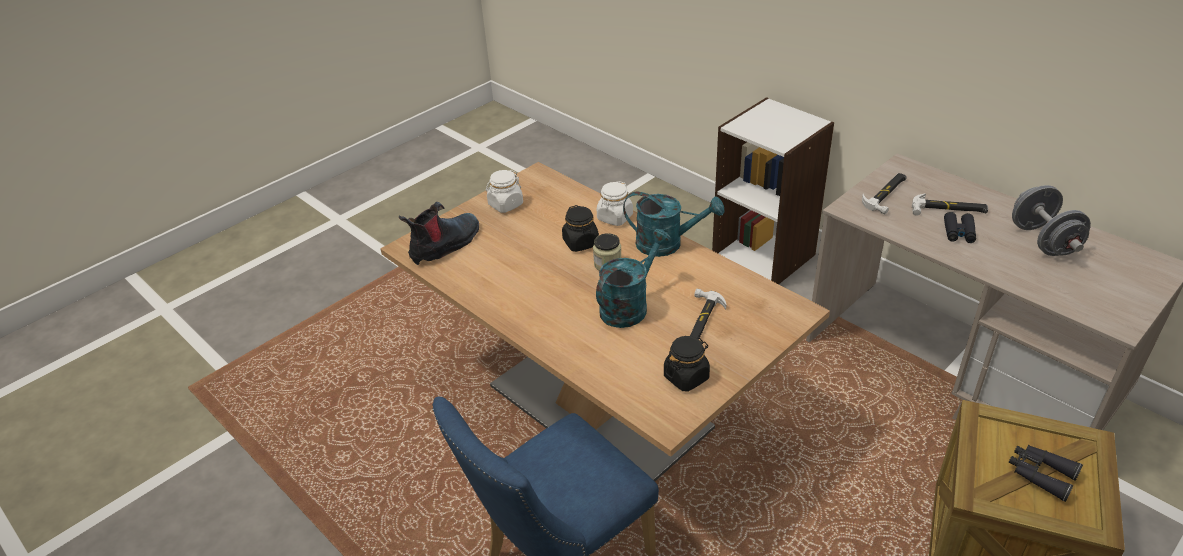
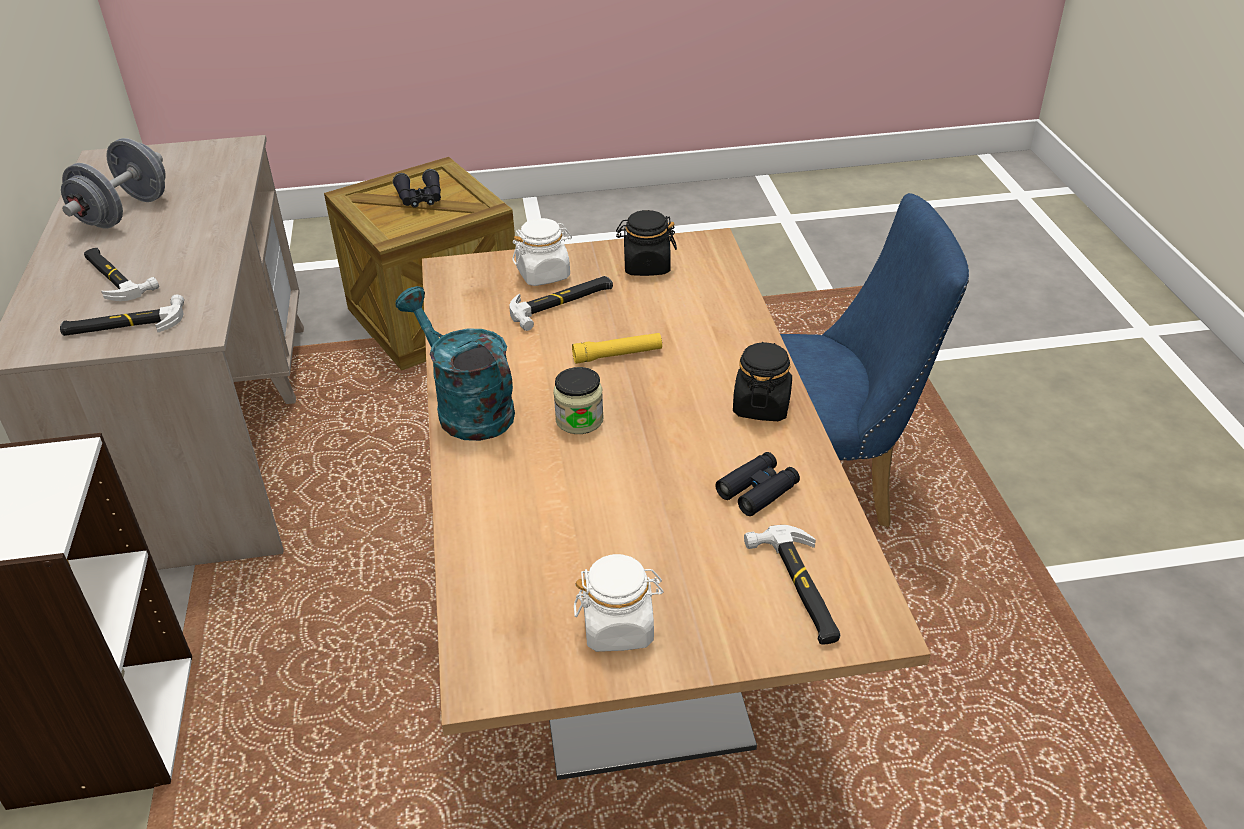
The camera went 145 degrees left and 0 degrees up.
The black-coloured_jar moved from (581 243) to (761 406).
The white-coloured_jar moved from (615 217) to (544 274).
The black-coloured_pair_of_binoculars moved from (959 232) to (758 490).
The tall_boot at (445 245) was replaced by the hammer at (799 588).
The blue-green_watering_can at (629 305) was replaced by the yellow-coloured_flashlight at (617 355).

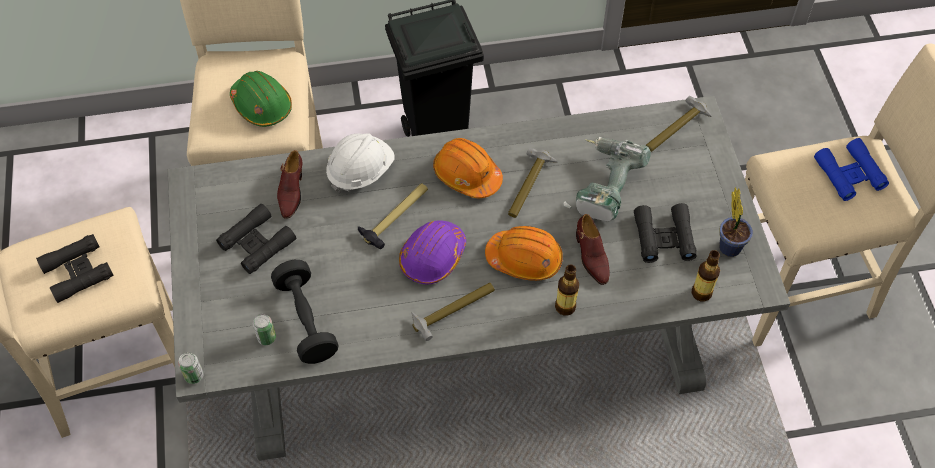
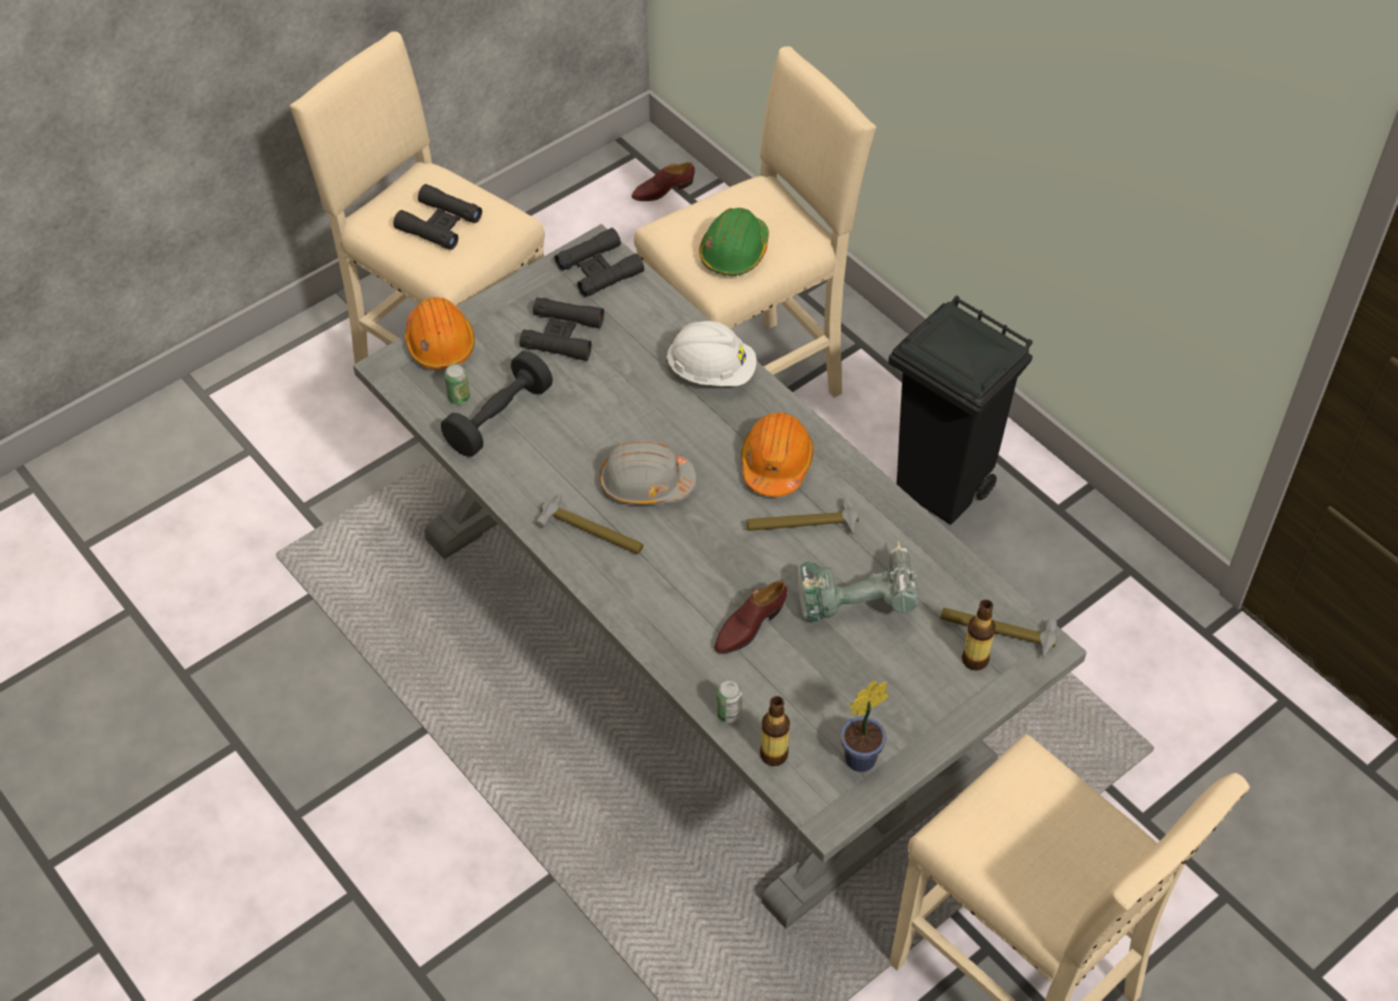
The camera went 60 degrees right and 5 degrees down.
The hammer at (395 216) disappeared.
The bluish_pair_of_binoculars at (849 174) disappeared.
The metal_can moved from (194 376) to (728 714).
The brownish_item_of_footwear moved from (291 191) to (663 190).
The orange_safety_helmet moved from (524 259) to (440 343).
The drink_bottle moved from (565 307) to (975 659).
The black-coloured_pair_of_binoculars moved from (664 237) to (599 269).
The purple_safety_helmet at (432 257) became the gray_safety_helmet at (646 484).

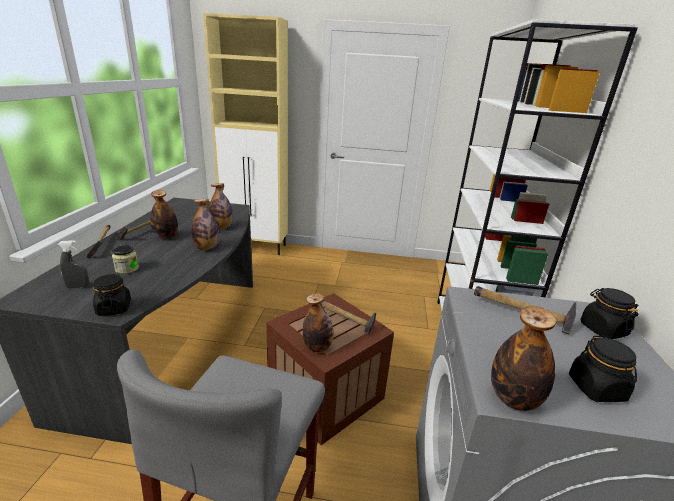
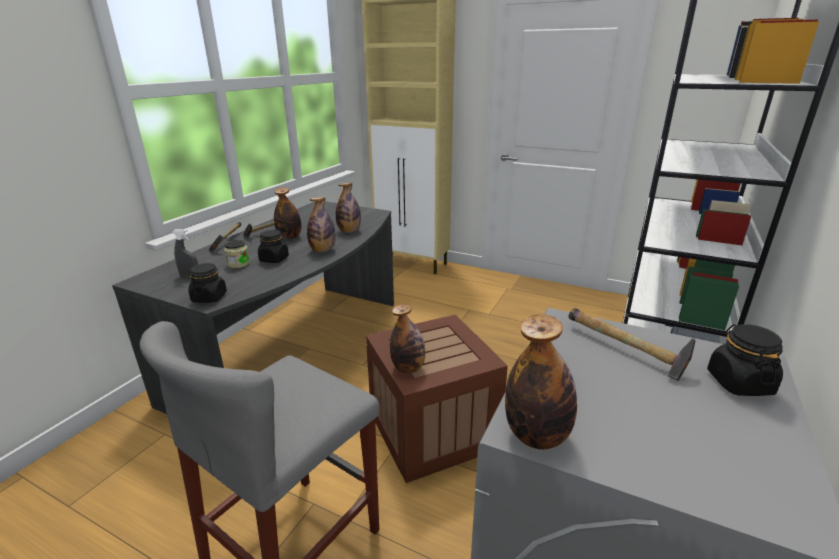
The camera went 20 degrees right and 0 degrees up.
The hammer at (346 320) disappeared.
The black-coloured_jar moved from (596 388) to (274 259).

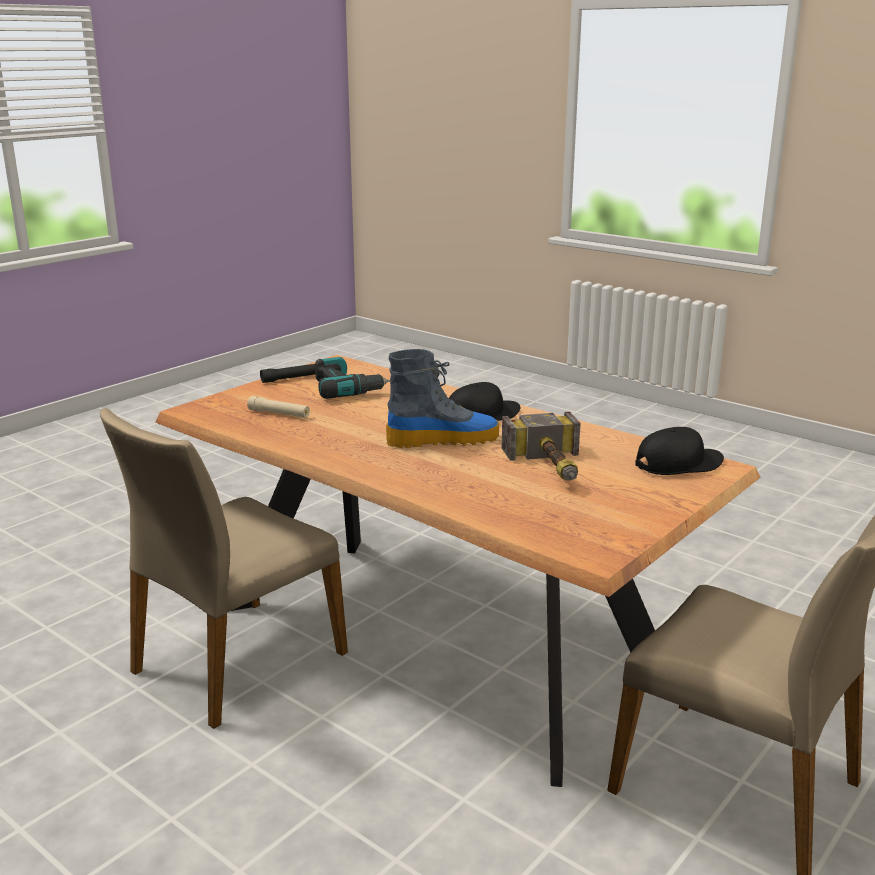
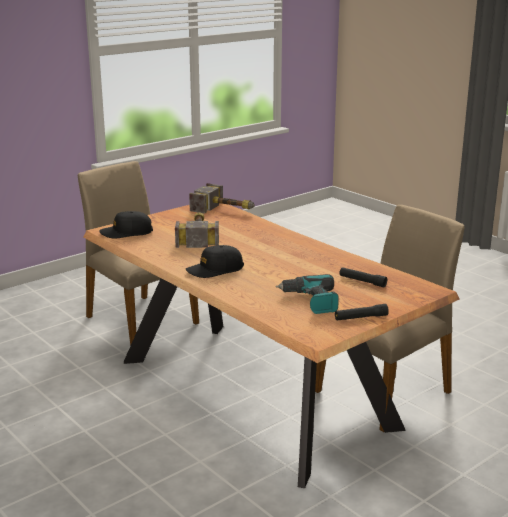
The camera went 170 degrees left and 0 degrees up.
The tall_boot at (443 440) disappeared.
The hammer at (226 210) appeared.
The beige_flashlight at (279 414) became the black-coloured_flashlight at (362 281).

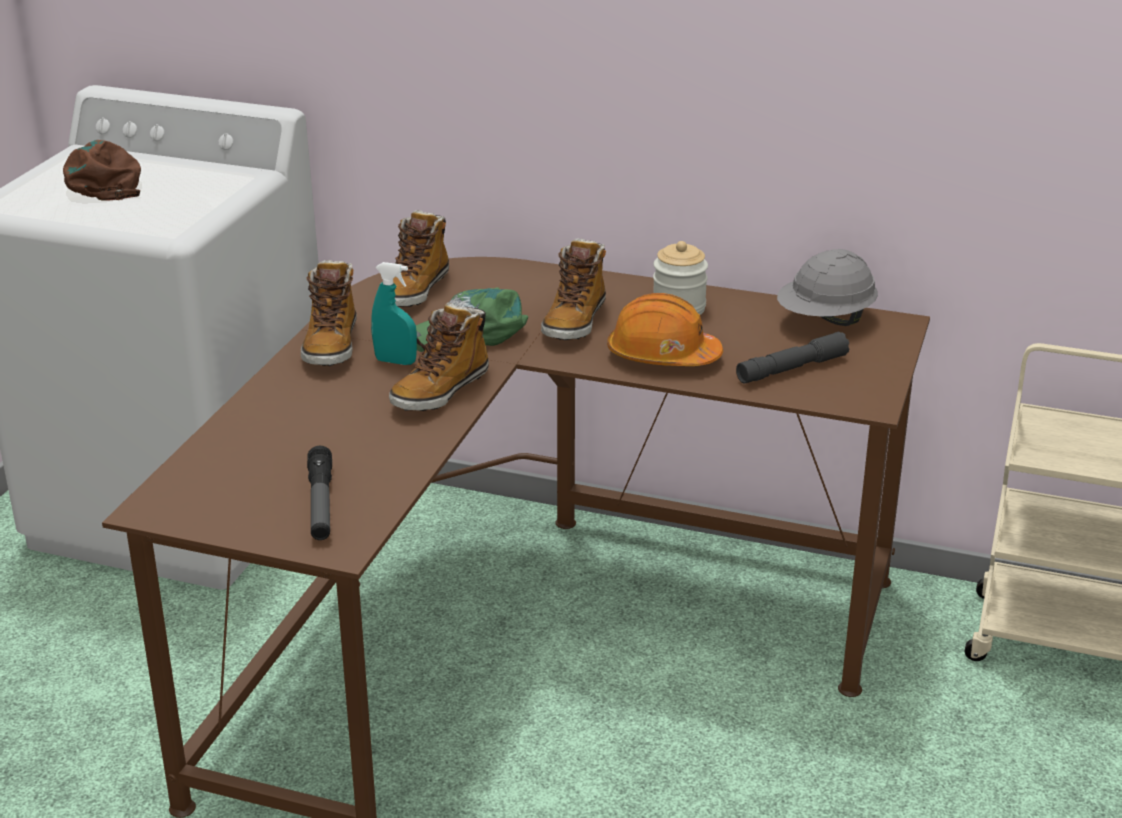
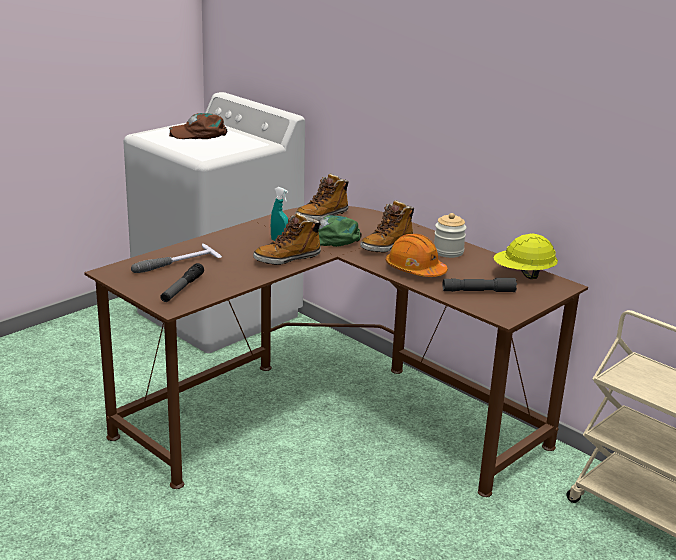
The camera went 25 degrees right and 5 degrees down.
The tall_boot at (331 345) disappeared.
The hammer at (173 263) appeared.
The gray_safety_helmet at (825 321) became the yellow-coloured_safety_helmet at (523 275).
The brownish_cap at (104 181) turned 105 degrees counterclockwise.

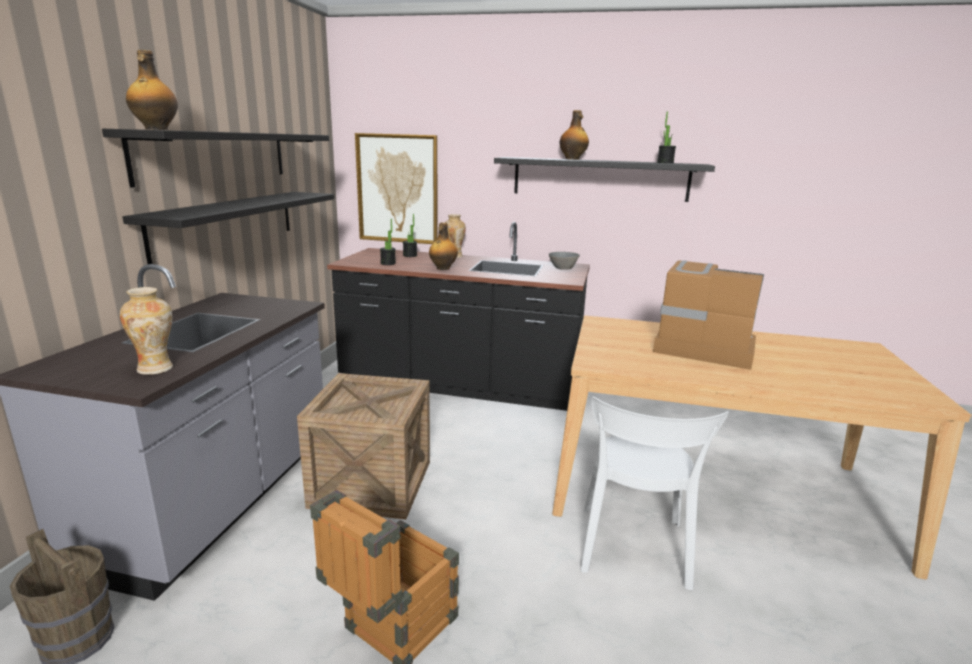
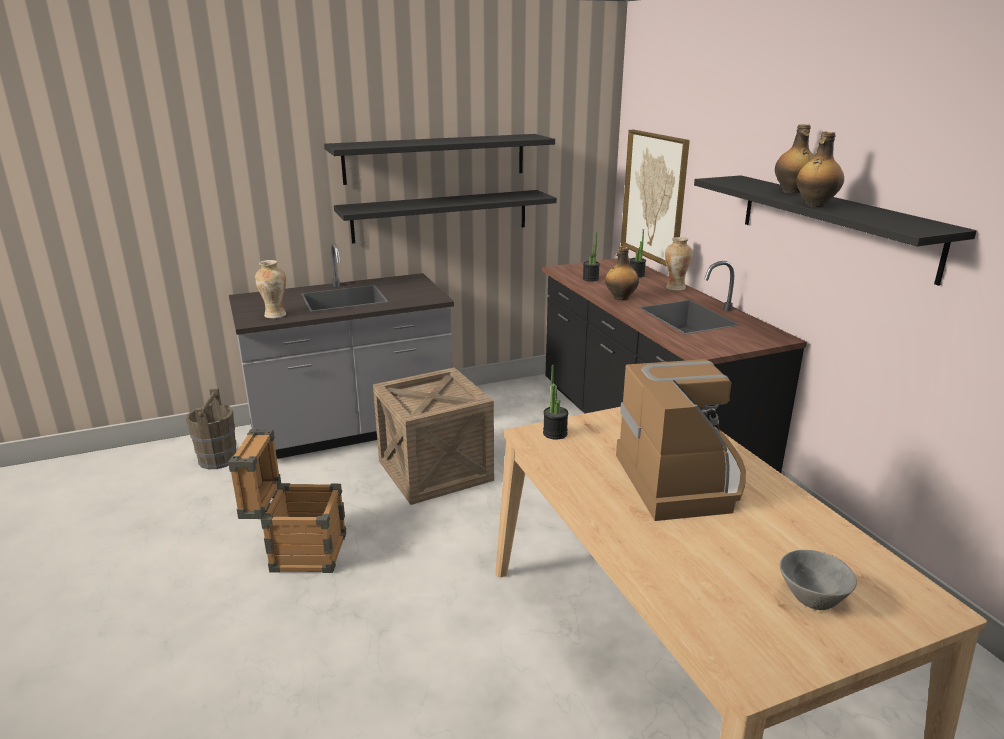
The camera went 55 degrees right and 5 degrees up.
The white-coloured_chair at (633 550) disappeared.
The drink_bottle moved from (156 129) to (815 205).
The gray_serving_bowl moved from (562 268) to (813 597).
The potted_plant moved from (665 162) to (555 433).

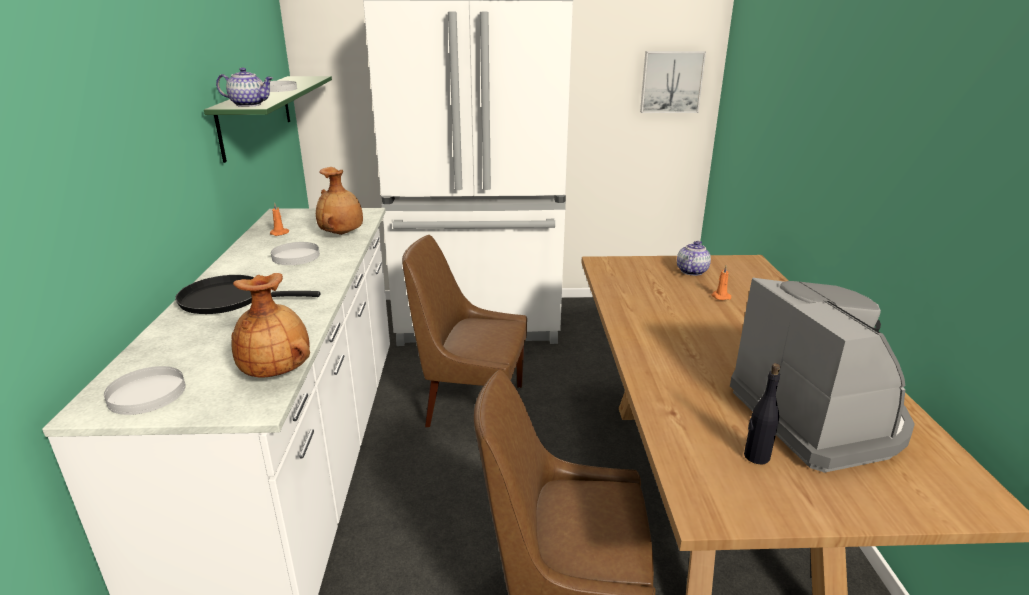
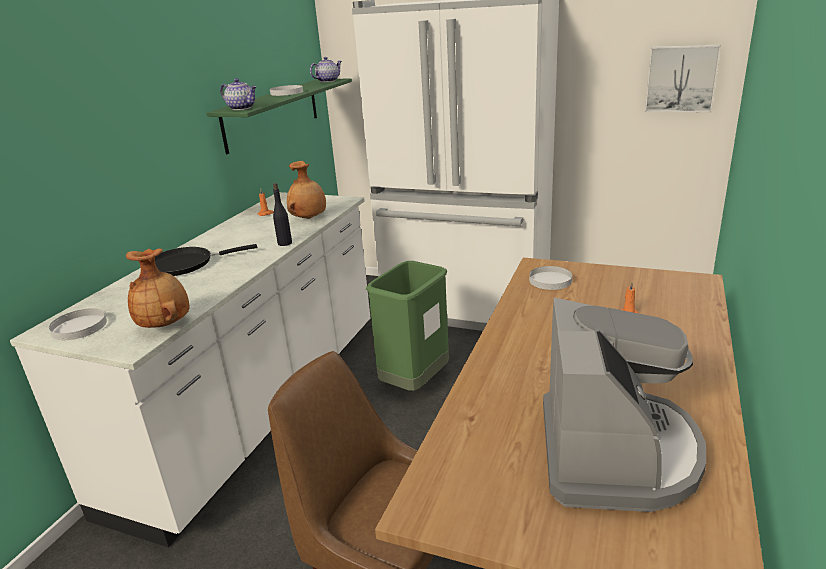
The camera went 25 degrees right and 0 degrees up.
The white-coloured_dinner_plate moved from (295 256) to (550 280).
The teapot moved from (691 271) to (327 81).
The black-coloured_drink_bottle moved from (756 456) to (284 243).
The brownish_chair at (471 405) was replaced by the green-coloured_waste_bin at (415 383).
The black-coloured_frying_pan at (229 299) turned 45 degrees counterclockwise.

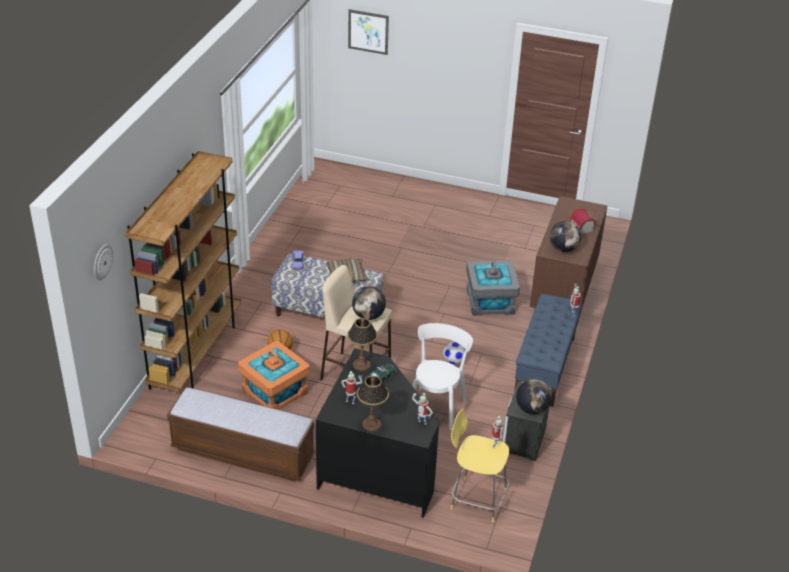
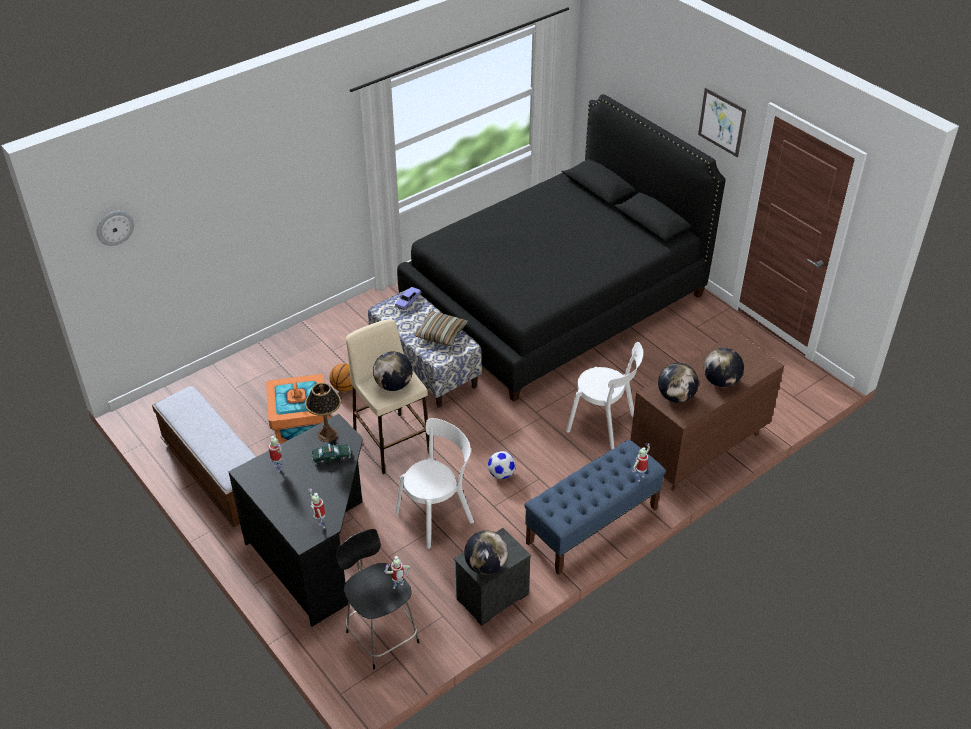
The camera went 35 degrees right and 5 degrees up.
The brownish_bookcase at (196 352) disappeared.
The table_lamp at (371 424) disappeared.
The black-coloured_sleeping_bed at (554 300) appeared.
The wall_art moved from (368 32) to (722 122).
The gray_storage_box at (490 301) was replaced by the white-coloured_chair at (604 424).
The toy_house at (580 229) was replaced by the world_globe at (720 381).
The yellow-coloured_stool at (476 499) became the black-coloured_stool at (381 635).

